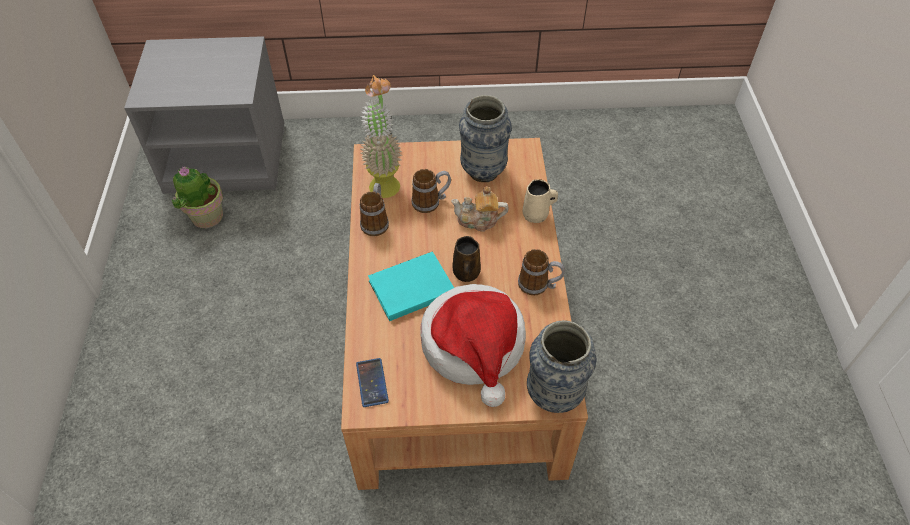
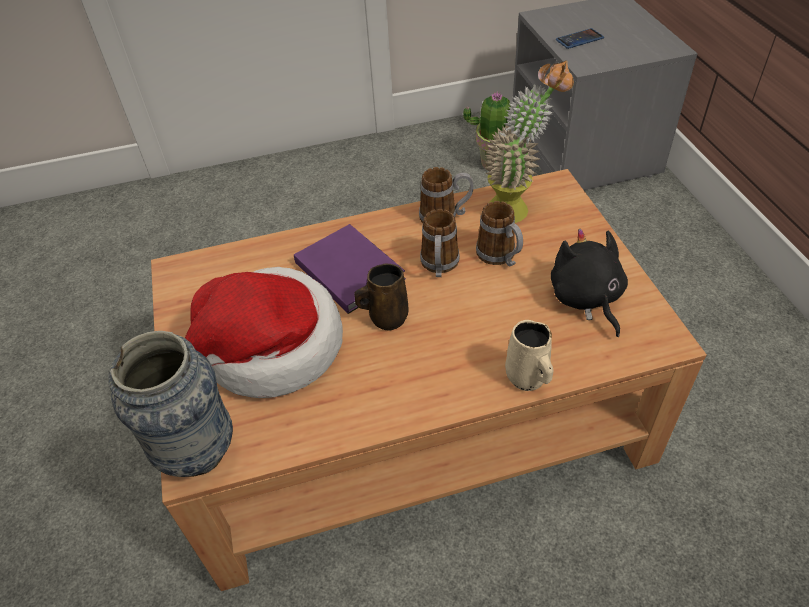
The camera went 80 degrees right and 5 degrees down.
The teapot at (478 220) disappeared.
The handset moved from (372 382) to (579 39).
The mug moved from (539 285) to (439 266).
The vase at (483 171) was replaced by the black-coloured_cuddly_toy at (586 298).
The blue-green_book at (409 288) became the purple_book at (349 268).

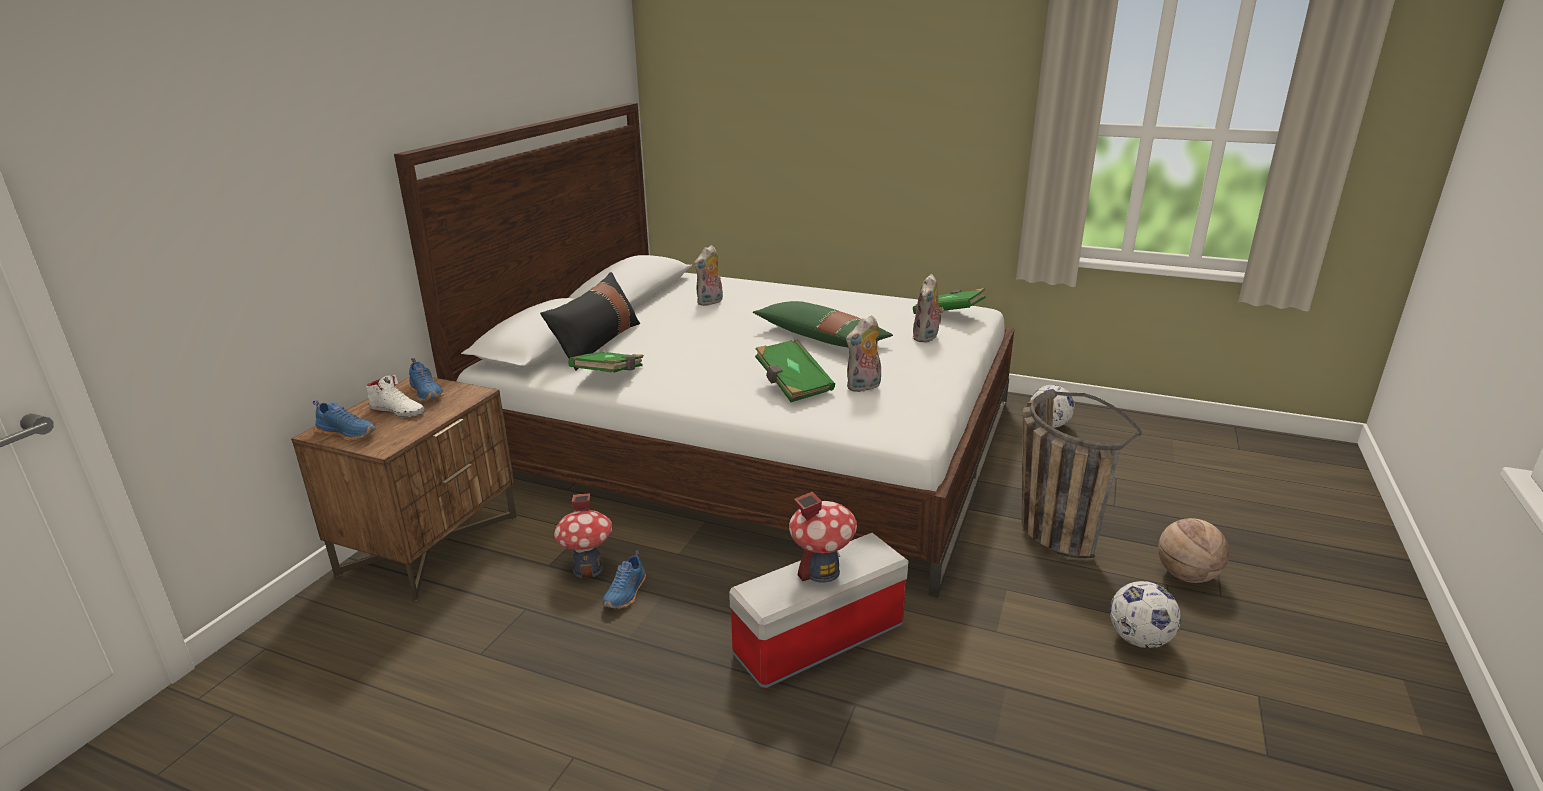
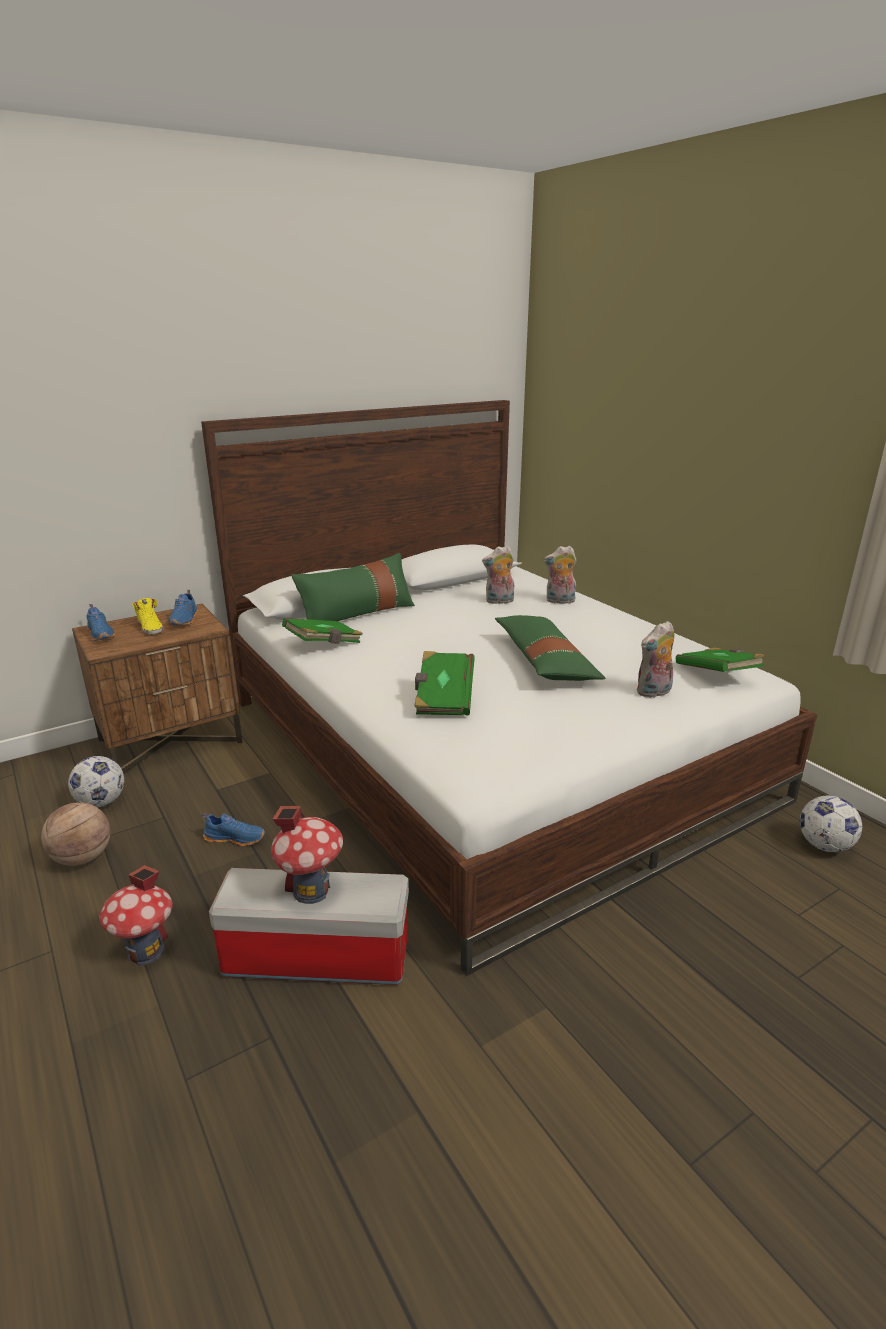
The camera went 35 degrees right and 0 degrees up.
The household_basket at (1047 525) disappeared.
The toy_house moved from (588 568) to (146 951).
The cuddly_toy moved from (864 387) to (559 601).
The ball_for_football moved from (1139 639) to (101 802).
The basketball moved from (1186 576) to (82 858).
The white-coloured_item_of_footwear at (398 410) became the yellow-coloured_item_of_footwear at (150 627).
The black-coloured_throw_pillow at (597 344) became the green-coloured_throw_pillow at (357 614).
The bluish_item_of_footwear at (626 593) turned 135 degrees counterclockwise.

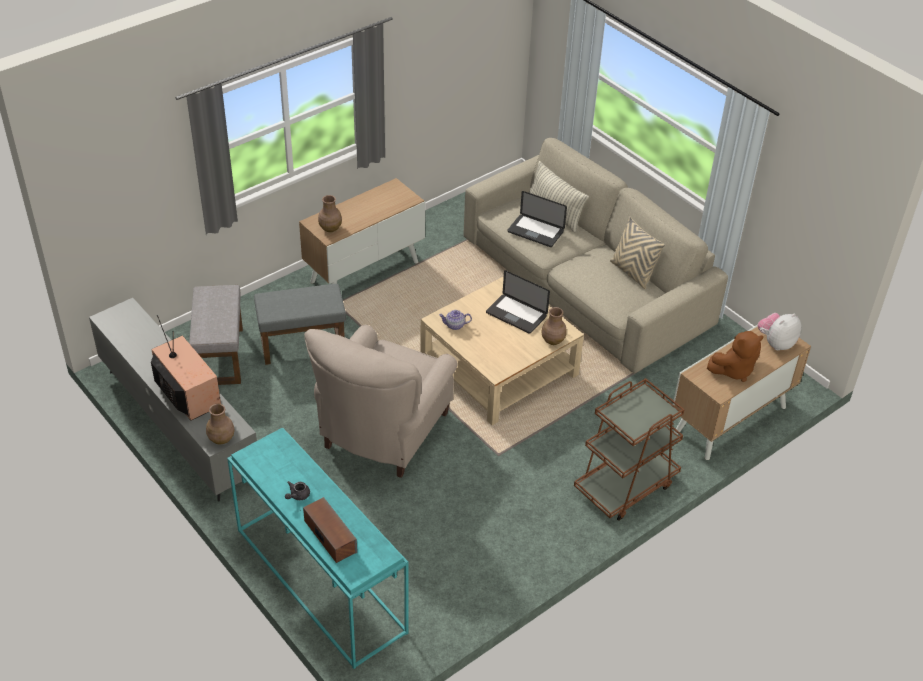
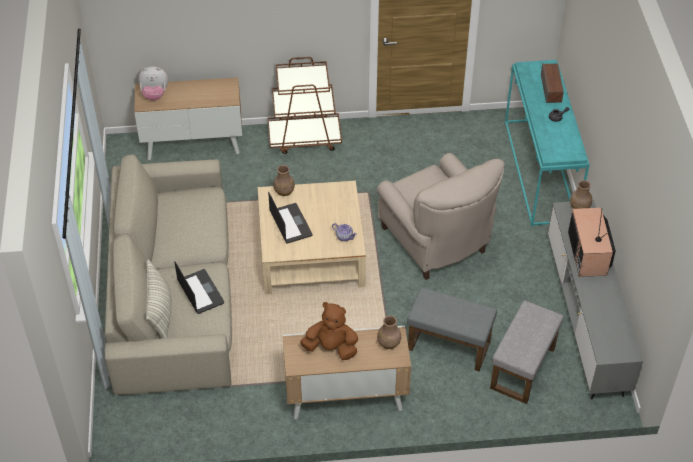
The camera went 145 degrees left and 5 degrees up.
The beige_throw_pillow at (632 273) disappeared.
The brownish_cuddly_toy moved from (734 370) to (331 348).
The beige_armchair at (383 433) turned 90 degrees clockwise.

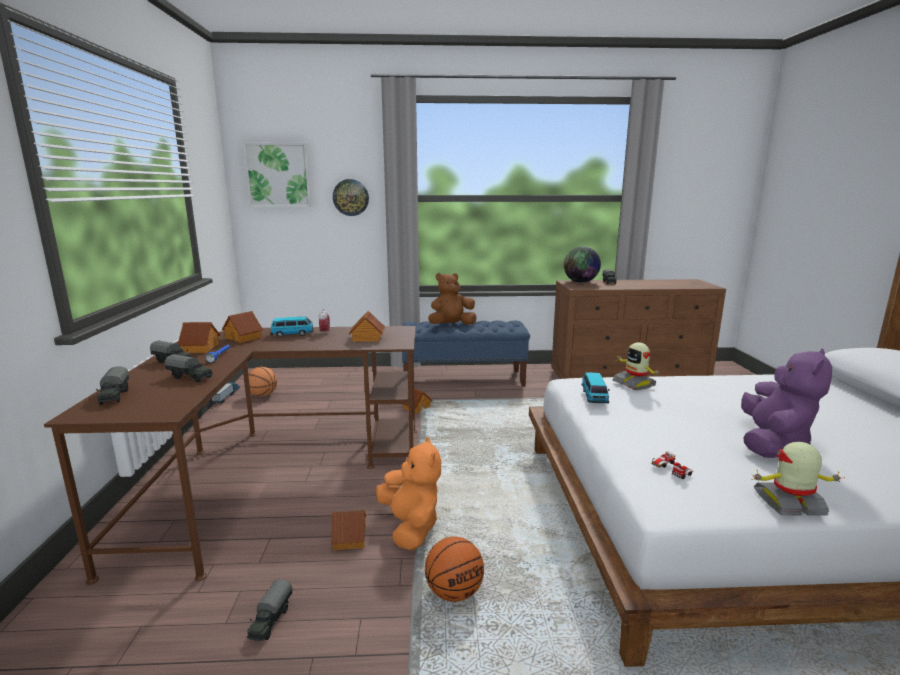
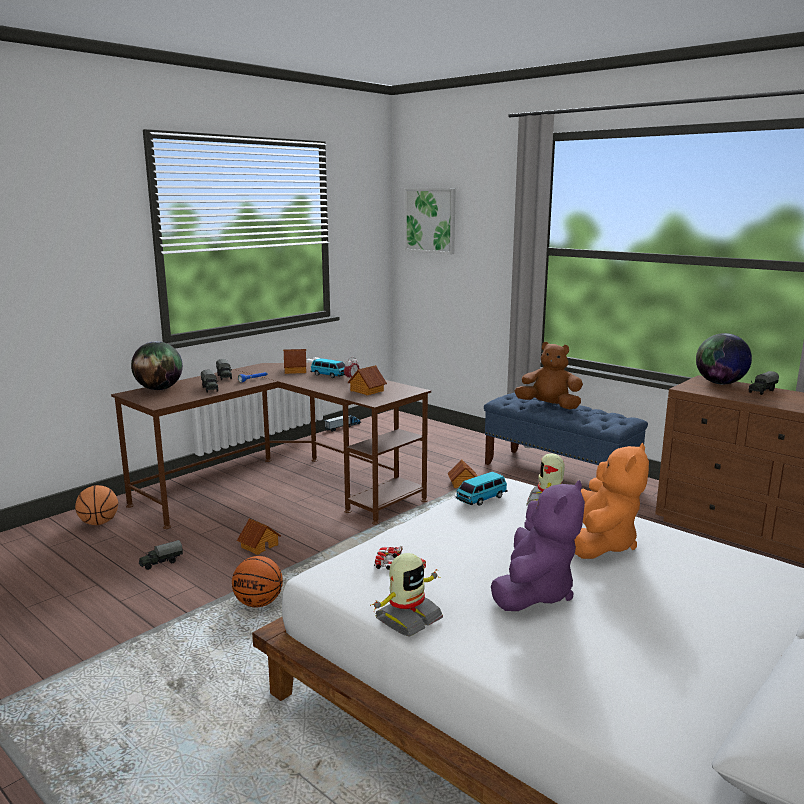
The camera went 45 degrees right and 0 degrees up.
The toy_house at (201 348) disappeared.
The wall_clock at (351 197) disappeared.
The basketball moved from (263 395) to (99 523).
The orange_cuddly_toy moved from (411 527) to (601 544).
The toy_truck at (114 396) was replaced by the world_globe at (159 389).
The purple_cuddly_toy at (772 444) turned 45 degrees counterclockwise.
The model_robot at (790 503) turned 90 degrees clockwise.

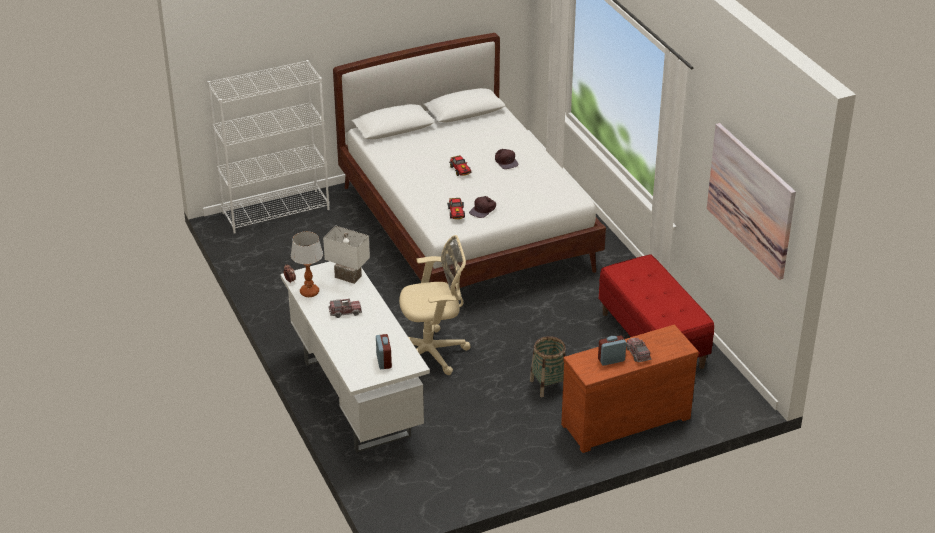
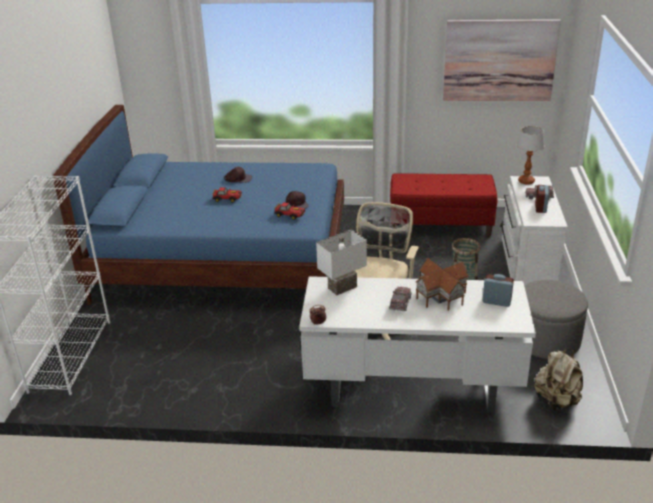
The camera went 60 degrees left and 5 degrees down.
The toy_house at (442 296) appeared.
The gray_pouffe at (546 340) appeared.
The beige_backpack at (556 401) appeared.
The table_lamp moved from (309 292) to (526 181).
The white-coloured_sleeping_bed at (466 228) became the bluish_sleeping_bed at (224 260).
The brownish_drawer_chest at (624 419) became the white-coloured_drawer_chest at (526 263).

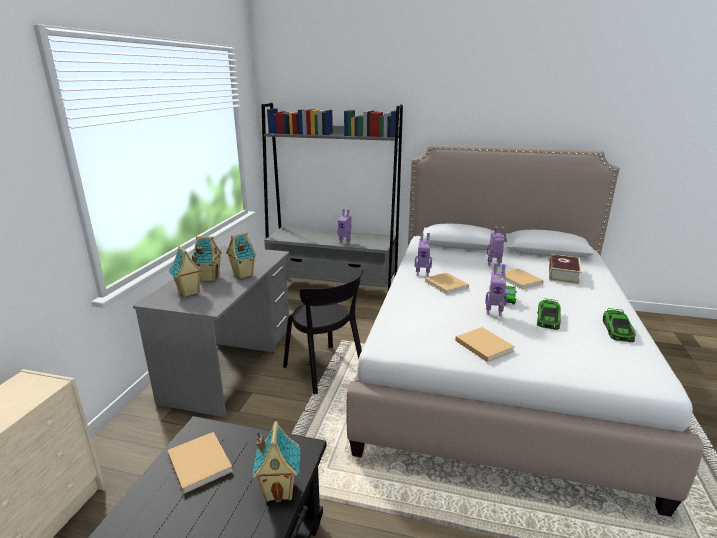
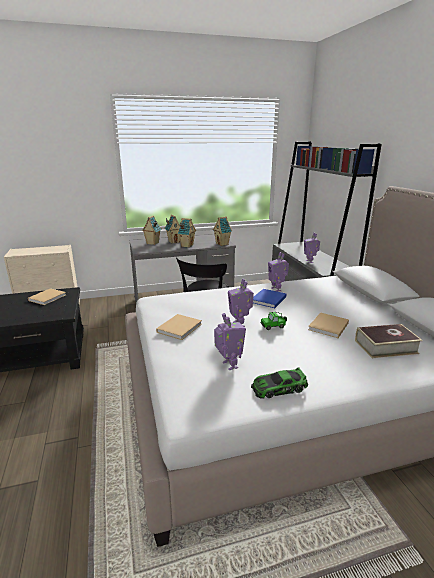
The camera went 60 degrees right and 0 degrees up.
The toy_car at (548 318) disappeared.
The toy_house moved from (280 489) to (222 244).
The model_robot moved from (494 265) to (229 365).
The beige_book at (446 285) became the bluish_book at (268 300).

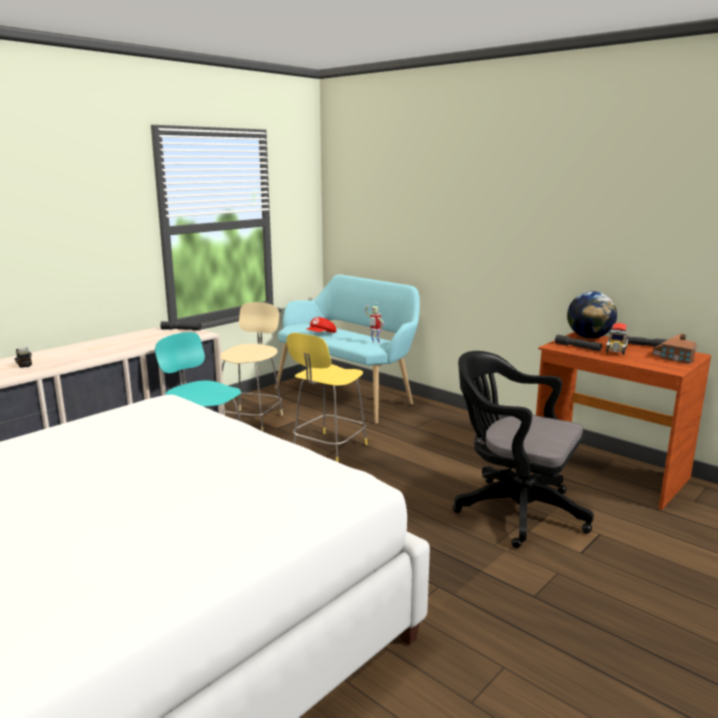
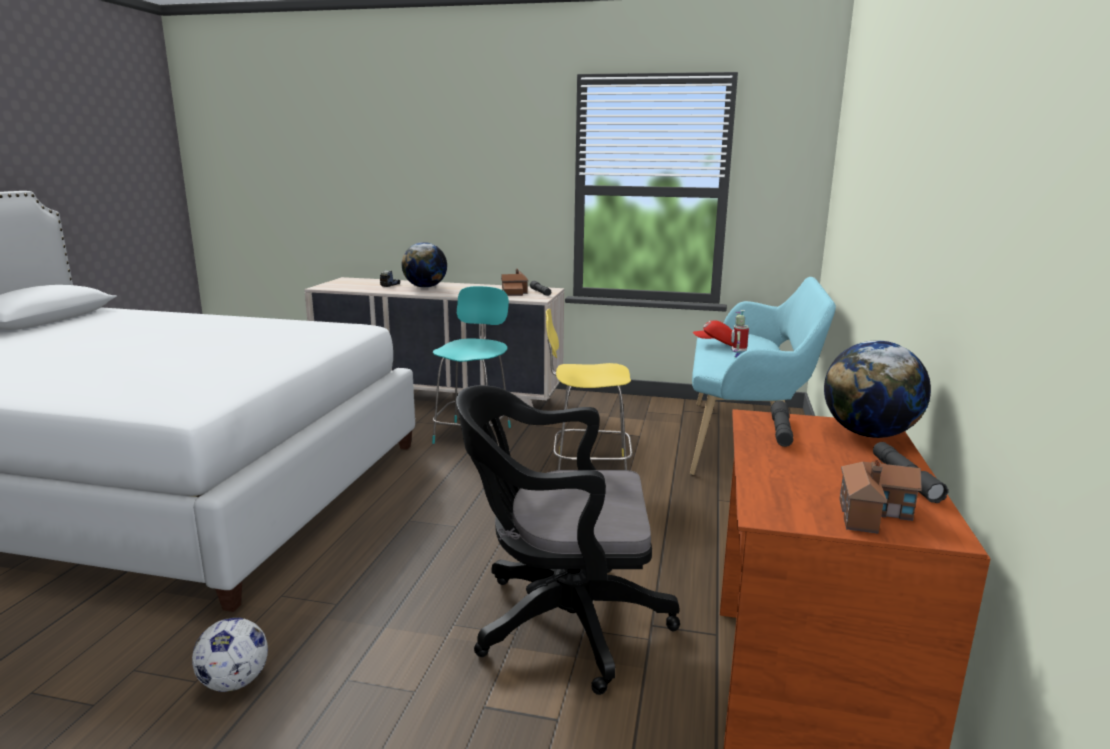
The camera went 60 degrees right and 0 degrees up.
The beige_stool at (252 420) disappeared.
The toy_truck at (615 351) disappeared.
The ball_for_football at (234 682) appeared.
The world_globe at (425 287) appeared.
The toy_house at (515 292) appeared.
The black-coloured_office_chair at (513 510) turned 90 degrees counterclockwise.

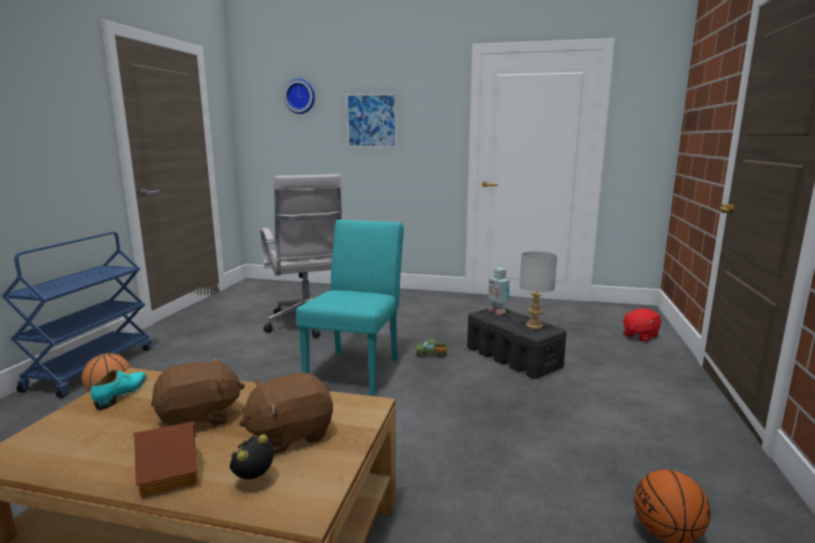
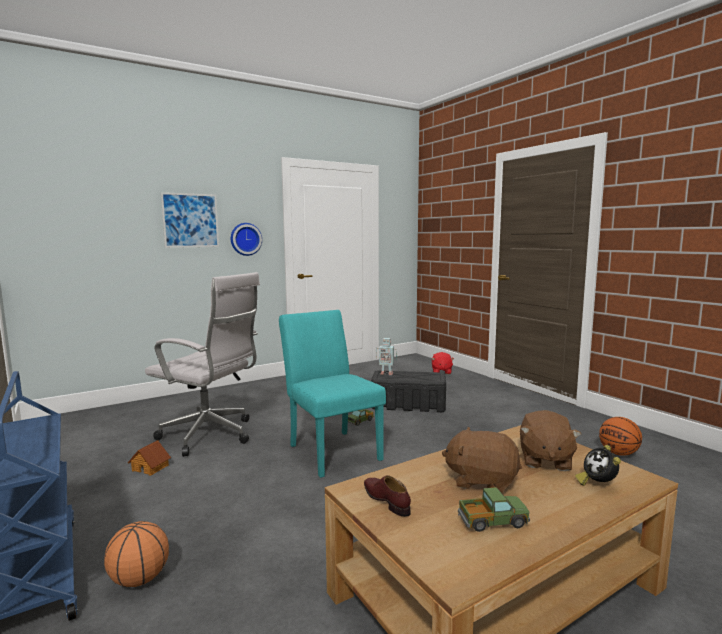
The camera went 45 degrees left and 5 degrees down.
The gray_table_lamp at (534 326) disappeared.
The toy_truck at (492 522) appeared.
The toy_house moved from (171 473) to (150 467).
The wall_clock moved from (300 96) to (245 239).
The blue-green_item_of_footwear at (122 394) became the brownish_item_of_footwear at (386 500).
The brownish_cuddly_toy at (199 418) turned 90 degrees counterclockwise.

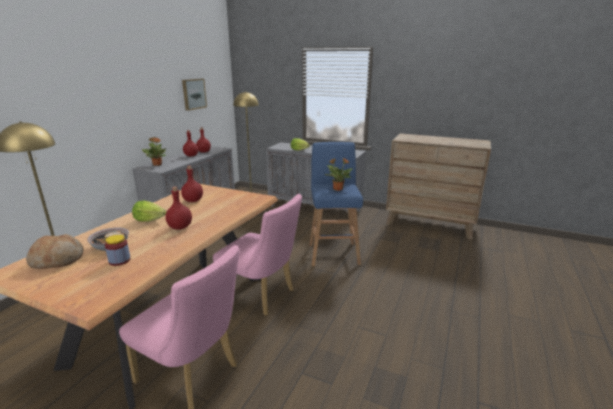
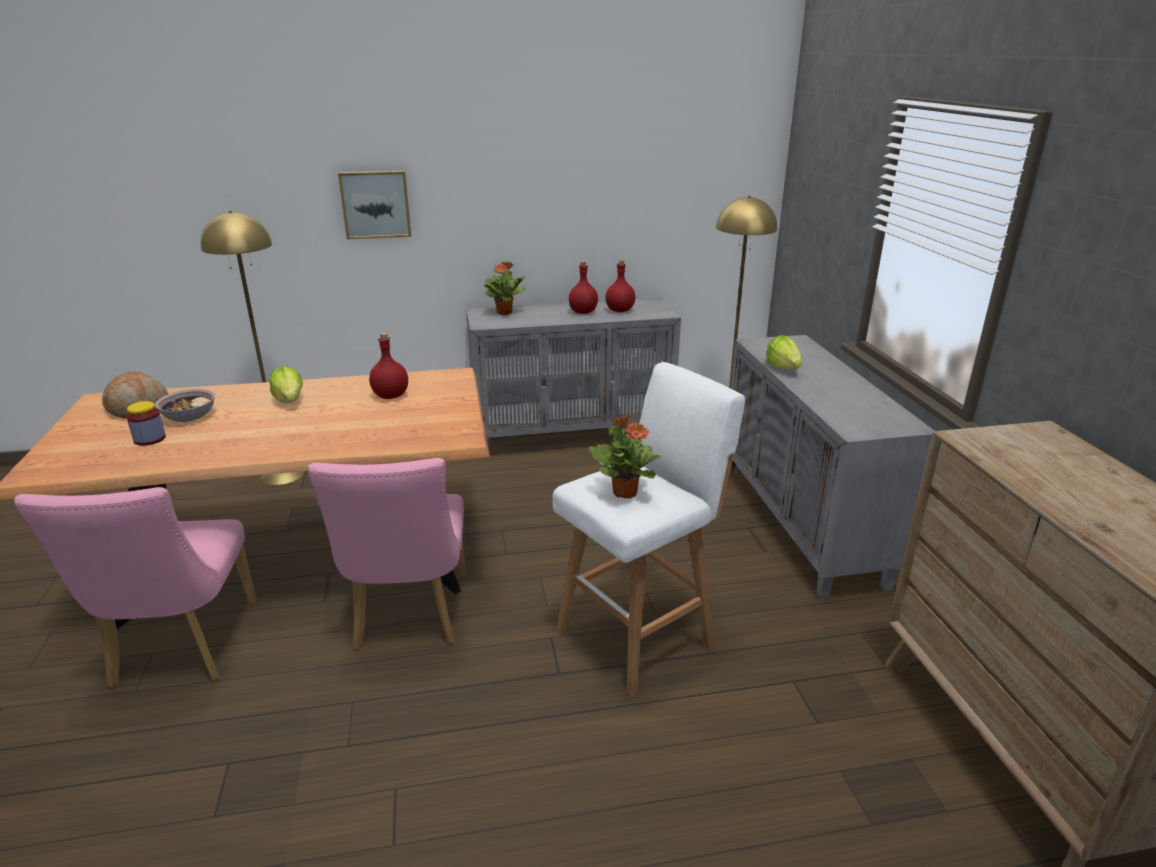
The camera went 55 degrees right and 5 degrees up.
The red_drink_bottle at (180 227) disappeared.
The wall_art moved from (193 94) to (375 204).
The bluish_stool at (333 253) became the white-coloured_stool at (638 635).

